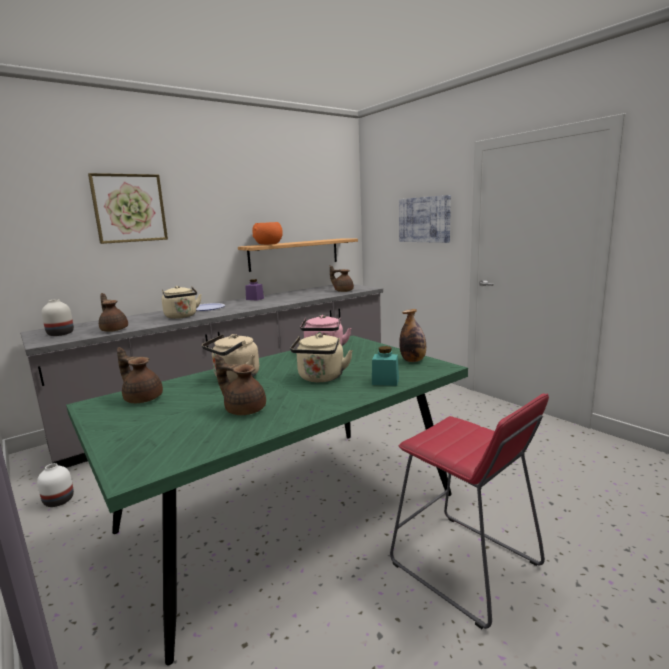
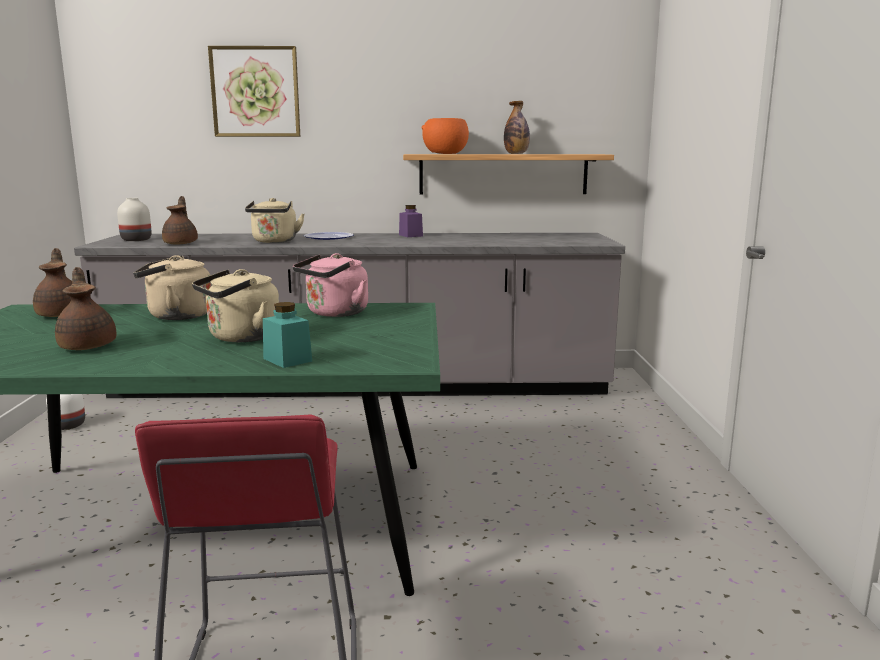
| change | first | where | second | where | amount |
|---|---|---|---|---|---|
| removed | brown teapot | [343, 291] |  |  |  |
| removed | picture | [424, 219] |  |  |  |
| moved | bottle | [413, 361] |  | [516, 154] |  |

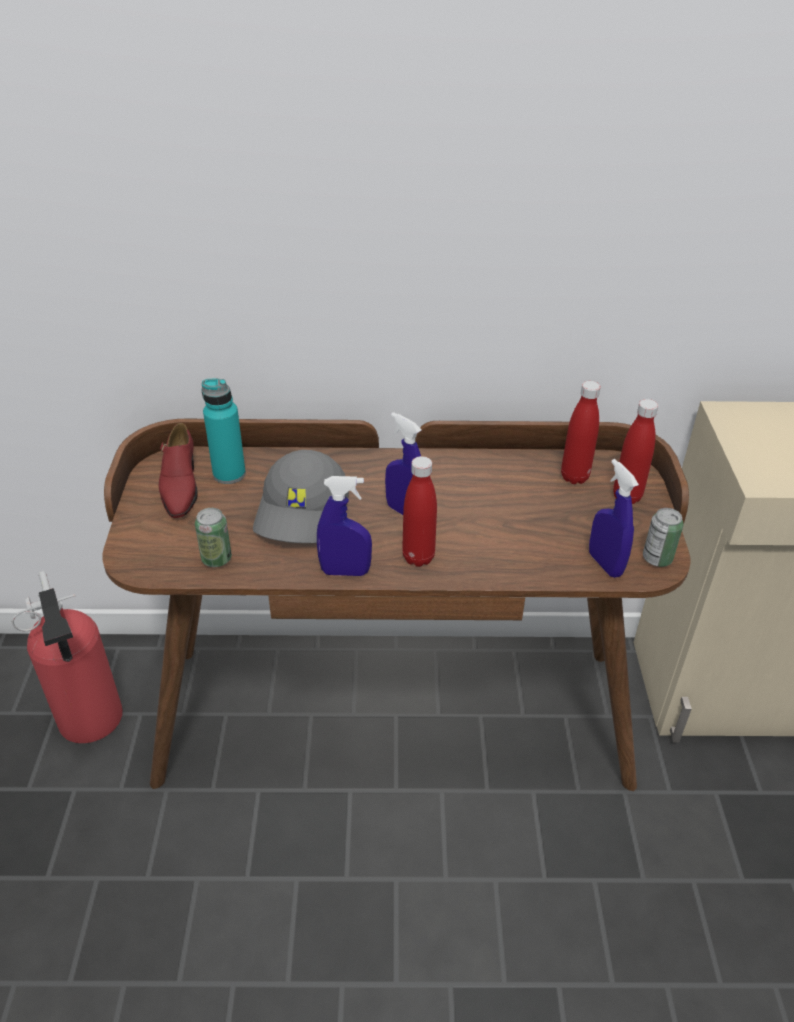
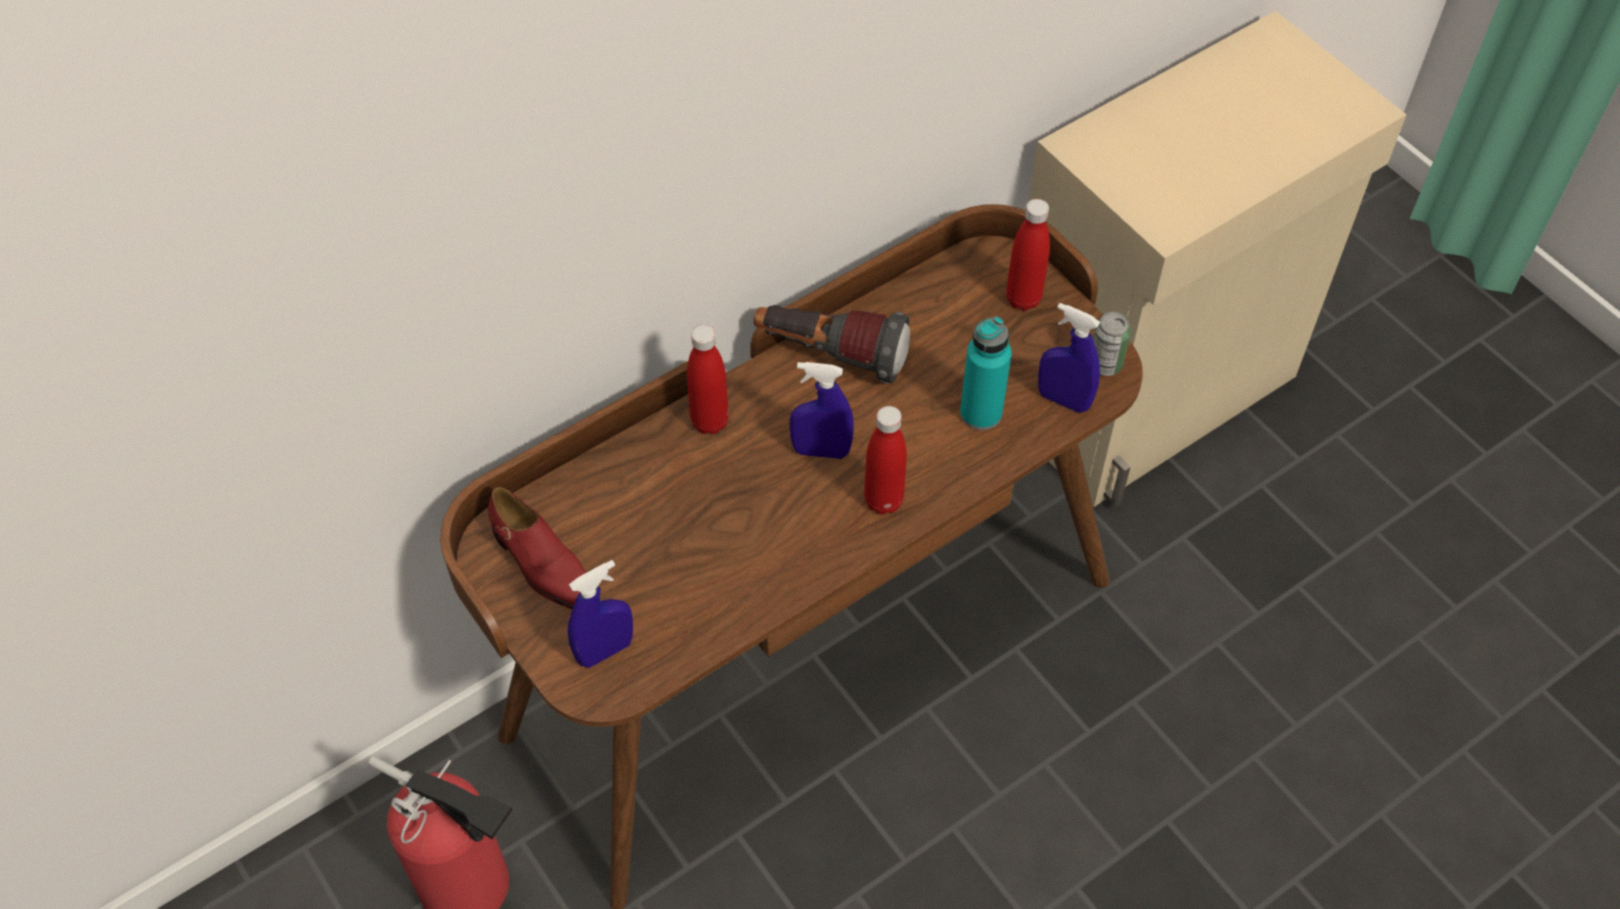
| change | first | where | second | where | amount |
|---|---|---|---|---|---|
| removed | can | [216, 559] |  |  |  |
| moved | turquoise bottle | [229, 474] |  | [981, 413] |  |
| removed | grey cap | [304, 513] |  |  |  |
| moved | blue spray bottle | [345, 571] |  | [605, 651] |  |
| moved | red bottle | [574, 477] |  | [710, 421] |  |
| added |  |  | flashlight | [830, 355] |  |

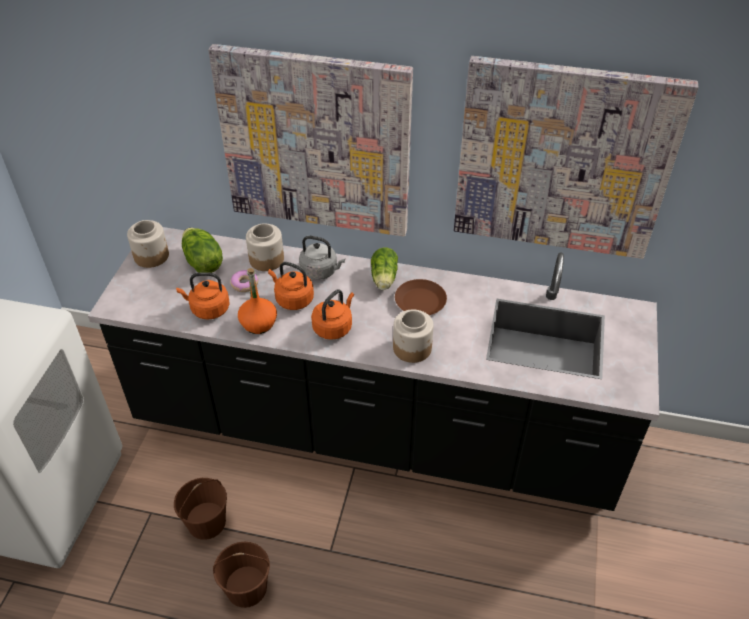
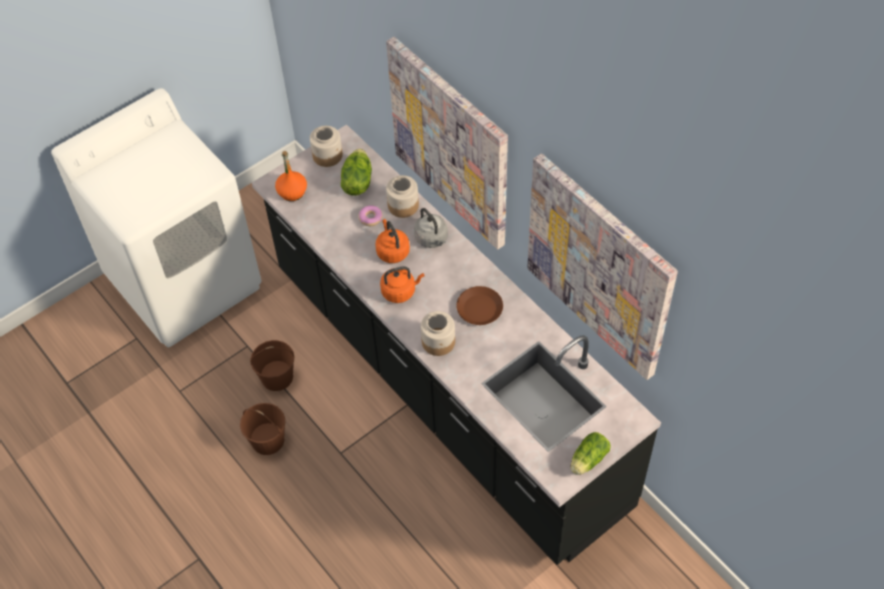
| change | first | where | second | where | amount |
|---|---|---|---|---|---|
| removed | orange kettle | [208, 309] |  |  |  |
| moved | orange bottle | [258, 323] |  | [292, 192] |  |
| moved | lettuce | [384, 279] |  | [587, 460] |  |

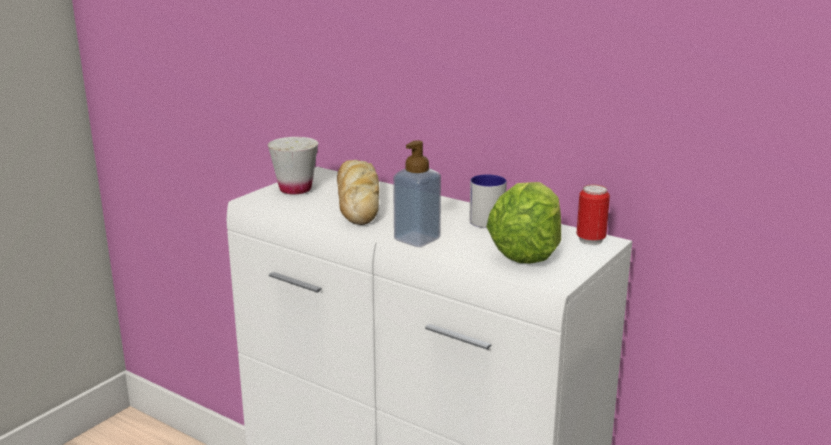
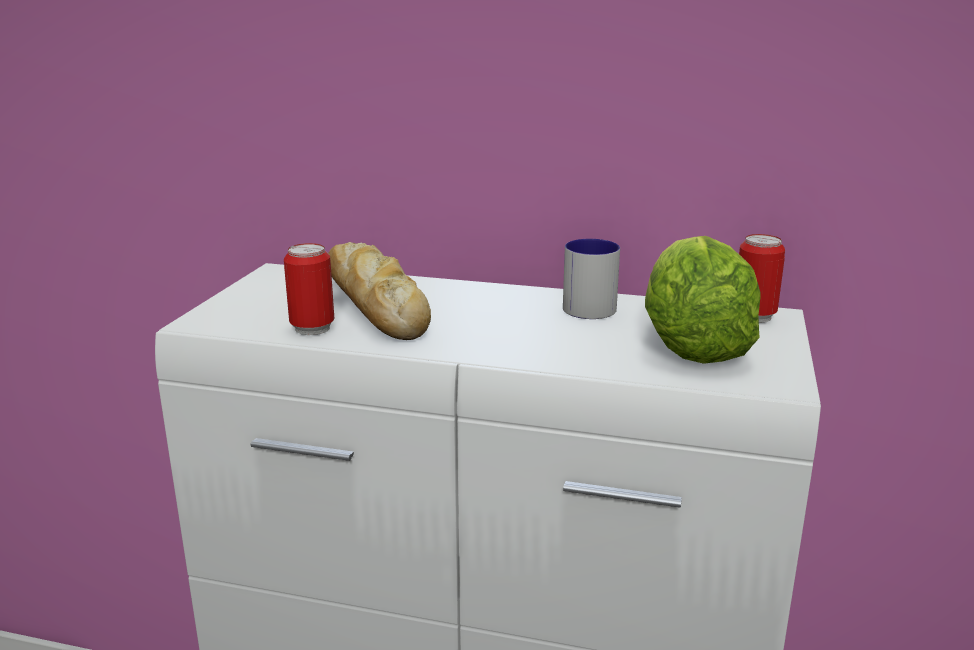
| change | first | where | second | where | amount |
|---|---|---|---|---|---|
| removed | white cup | [295, 189] |  |  |  |
| removed | soap dispenser | [417, 239] |  |  |  |
| added |  |  | can | [312, 328] |  |

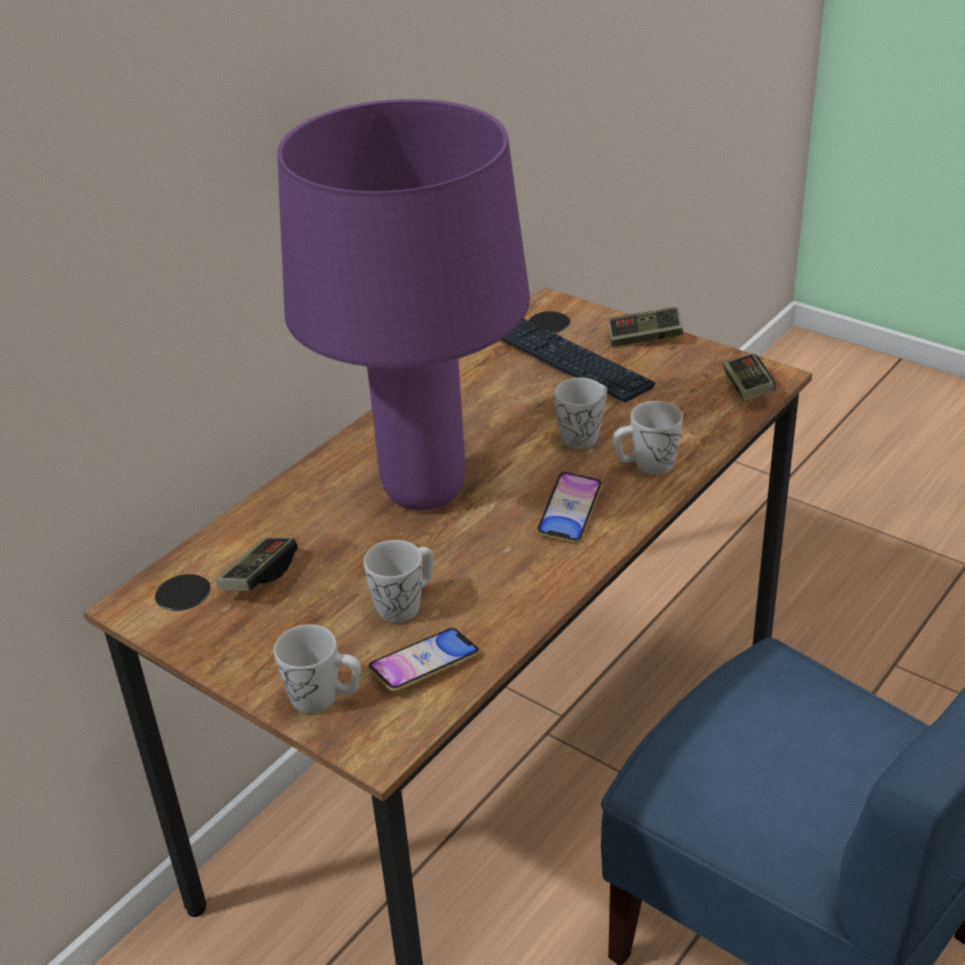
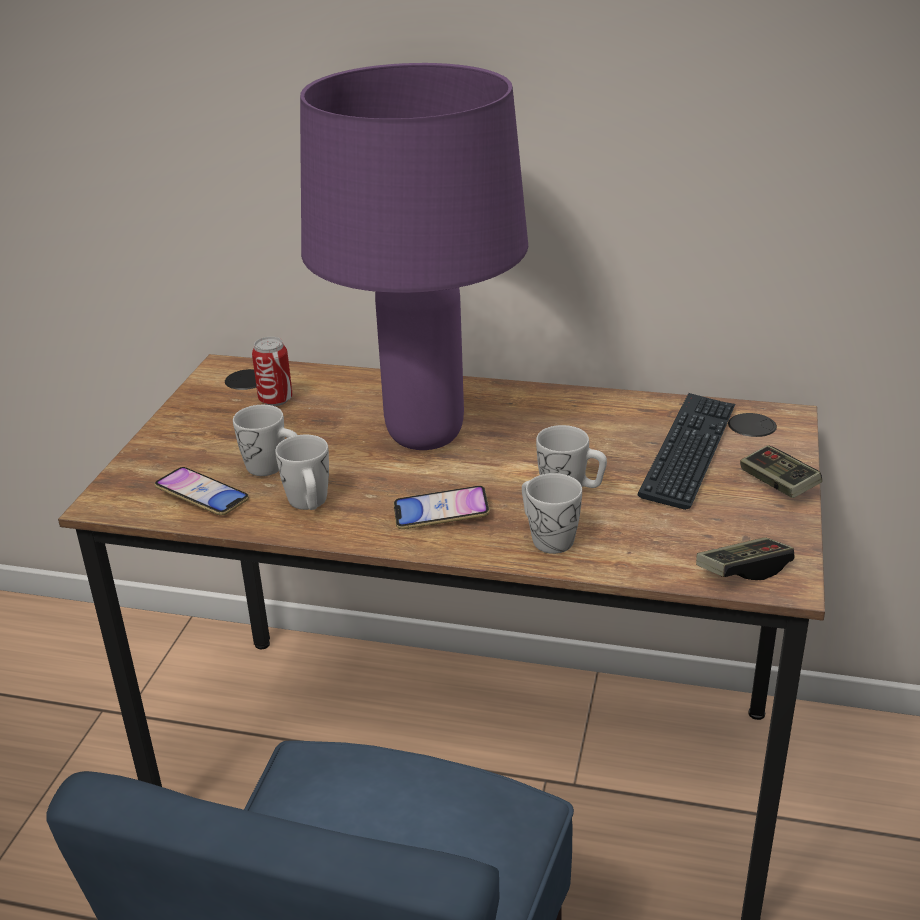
| change | first | where | second | where | amount |
|---|---|---|---|---|---|
| replaced | game controller | [259, 576] | can | [275, 400] |  |
| moved | white mug | [324, 698] |  | [309, 504] |  |

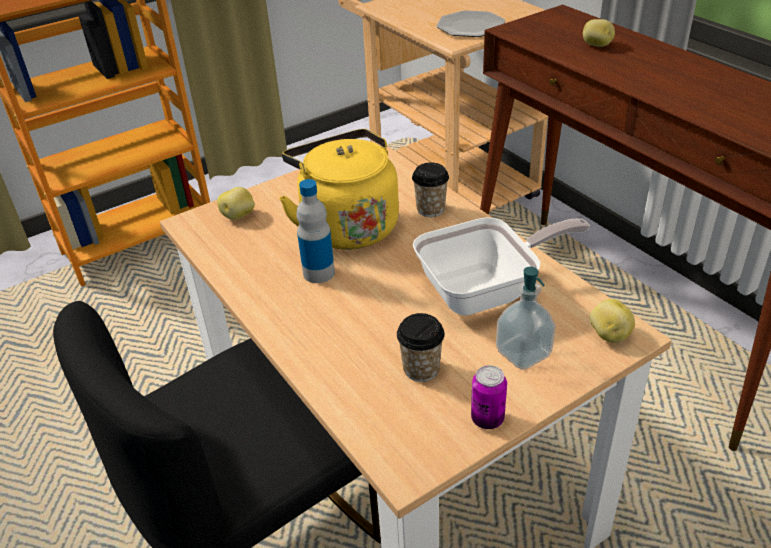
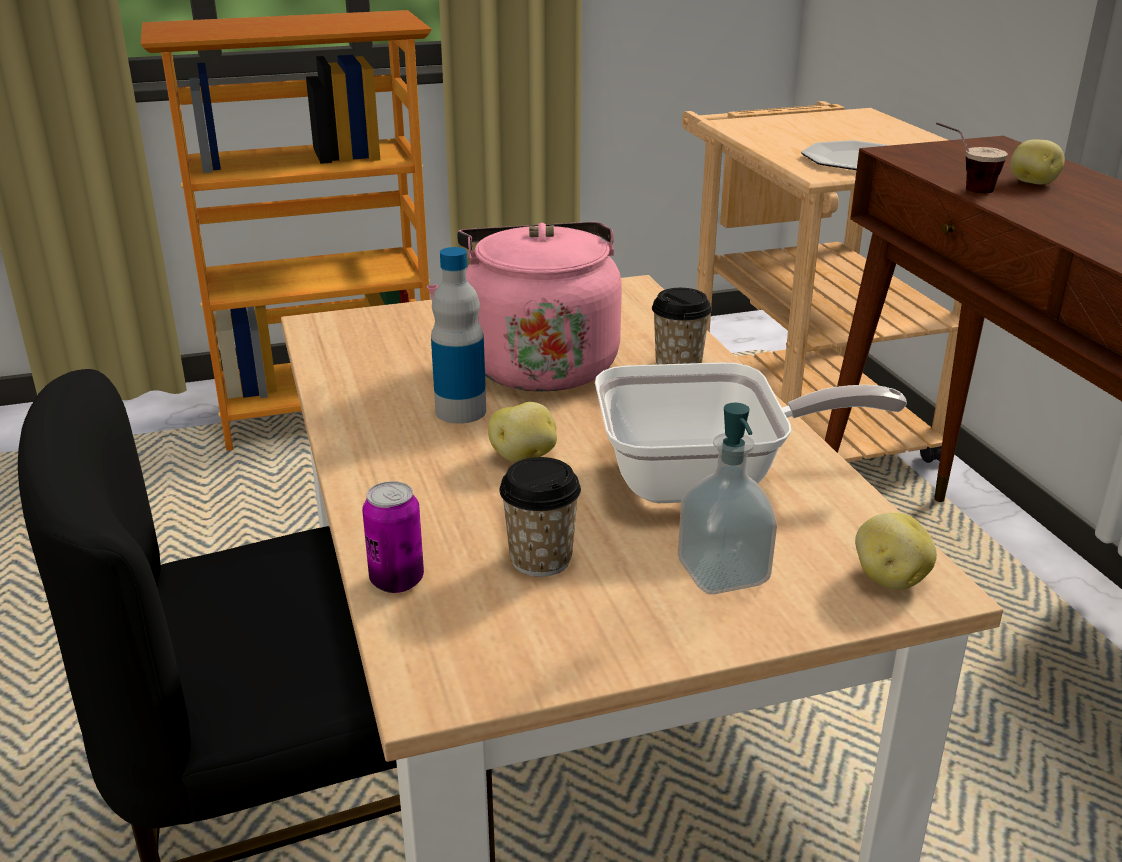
| change | first | where | second | where | amount |
|---|---|---|---|---|---|
| moved | potato | [239, 215] |  | [524, 457] |  |
| recoloured | yellow kettle | [346, 225] | pink kettle | [538, 364] |  |
| moved | can | [487, 419] |  | [397, 581] |  |
| added |  |  | cup | [962, 190] |  |

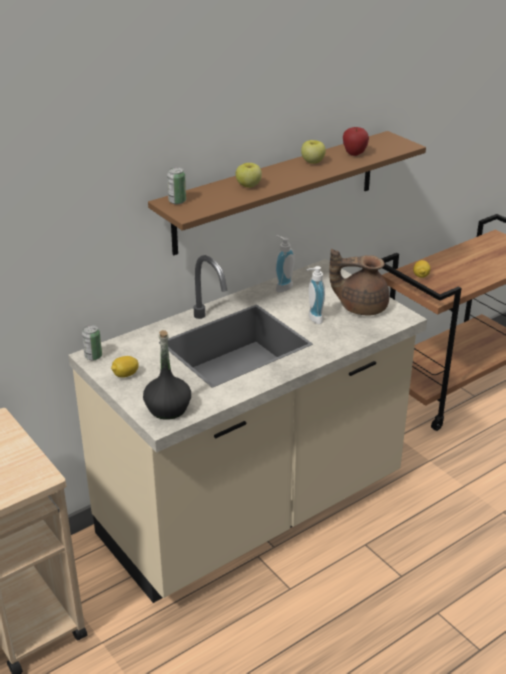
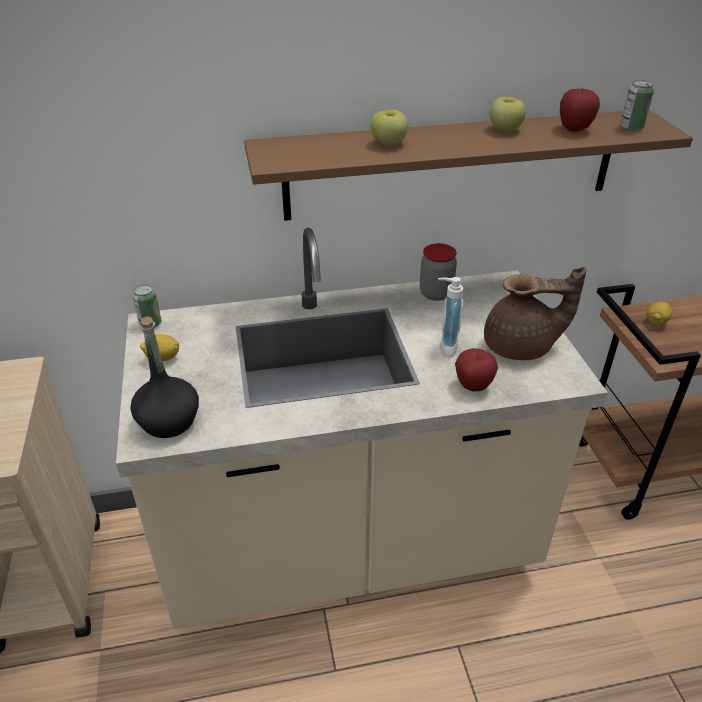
| change | first | where | second | where | amount |
|---|---|---|---|---|---|
| moved | can | [177, 201] |  | [631, 128] |  |
| replaced | soap dispenser | [282, 287] | jar | [436, 293] |  |
| turned | brown teapot | [360, 306] |  | [521, 347] | 150 degrees clockwise |
| added |  |  | apple | [473, 386] |  |

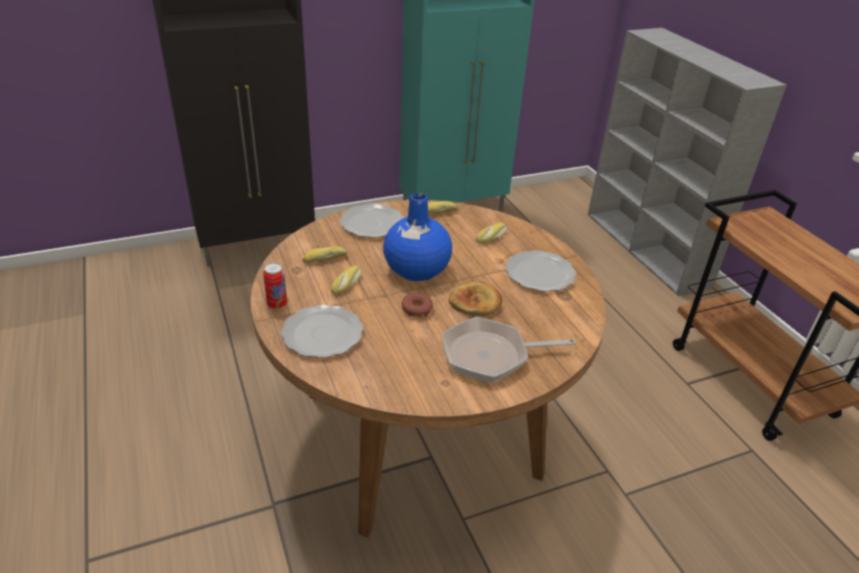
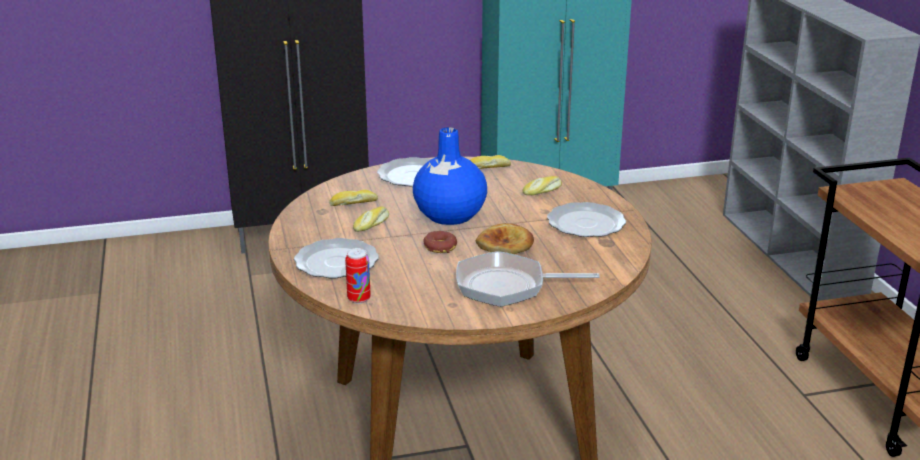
| change | first | where | second | where | amount |
|---|---|---|---|---|---|
| moved | can | [277, 304] |  | [359, 299] |  |

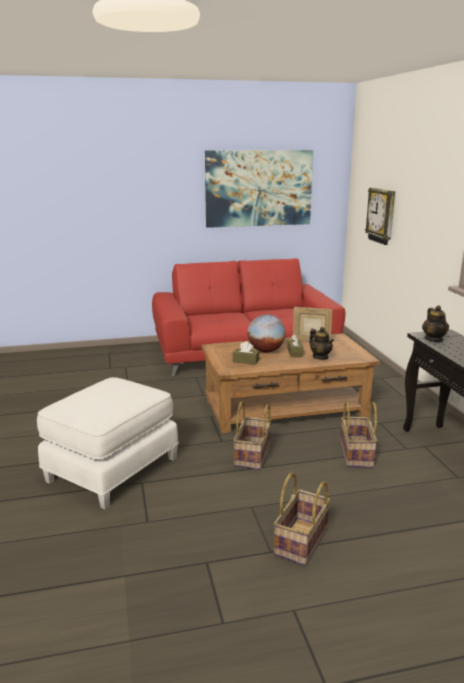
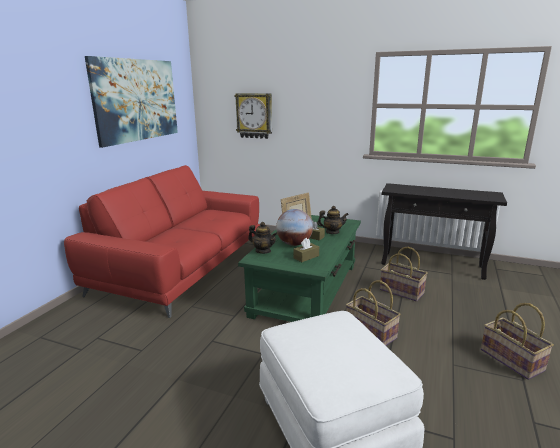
| change | first | where | second | where | amount |
|---|---|---|---|---|---|
| recoloured | brown coffee table | [285, 408] | green coffee table | [306, 289] |  |
| moved | teapot | [434, 339] |  | [263, 251] |  |

